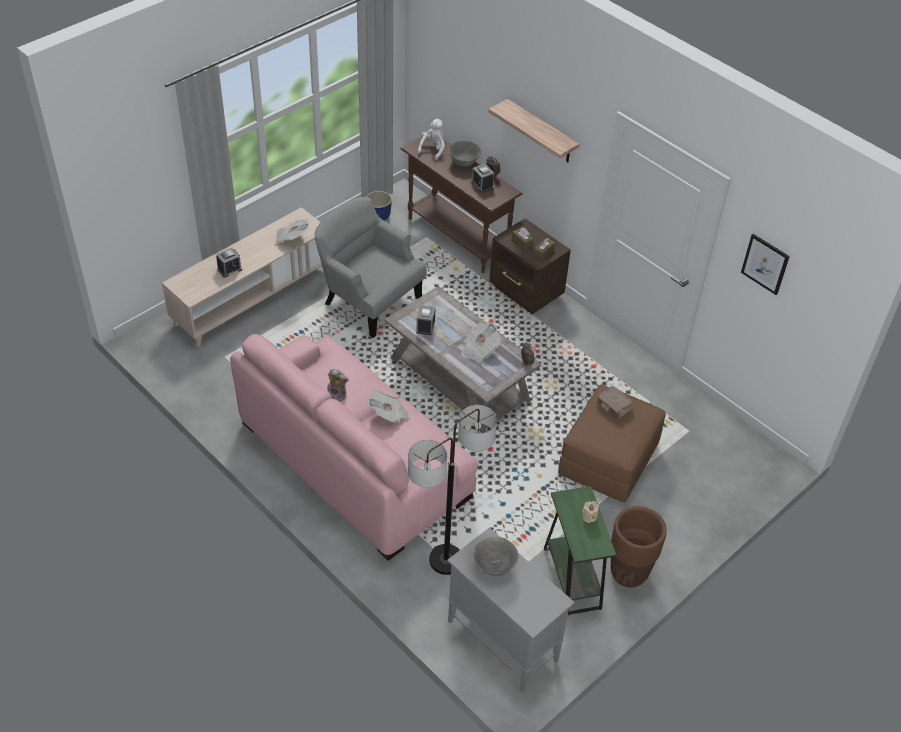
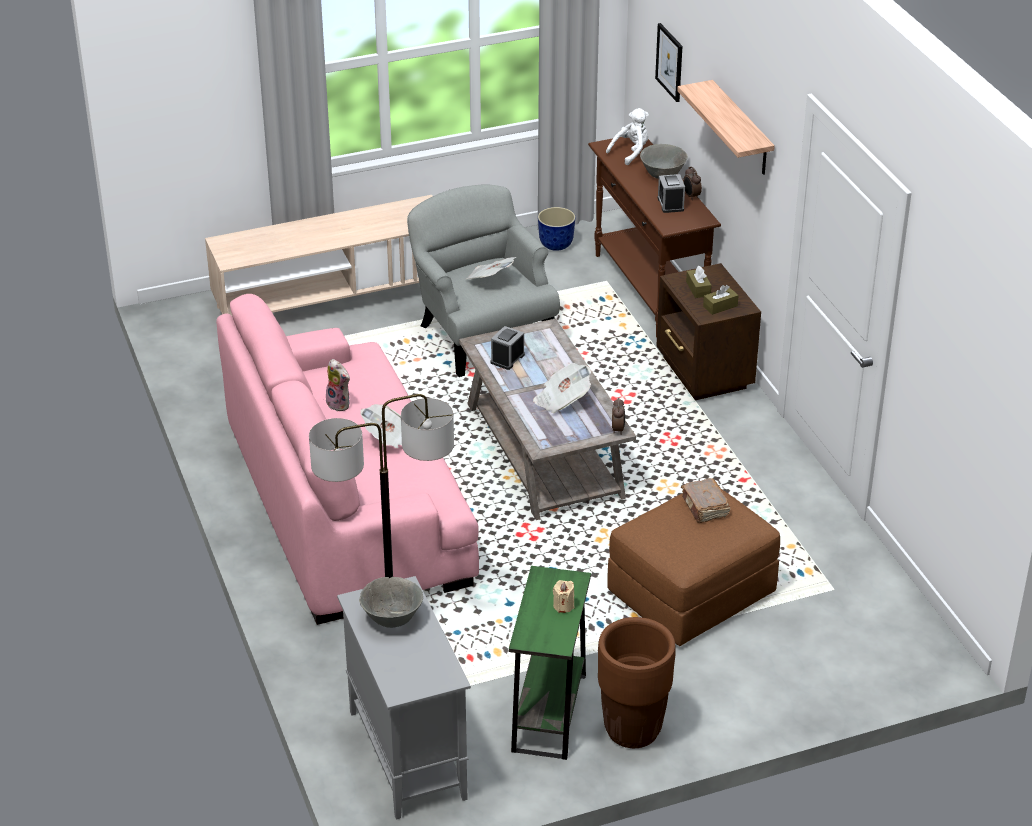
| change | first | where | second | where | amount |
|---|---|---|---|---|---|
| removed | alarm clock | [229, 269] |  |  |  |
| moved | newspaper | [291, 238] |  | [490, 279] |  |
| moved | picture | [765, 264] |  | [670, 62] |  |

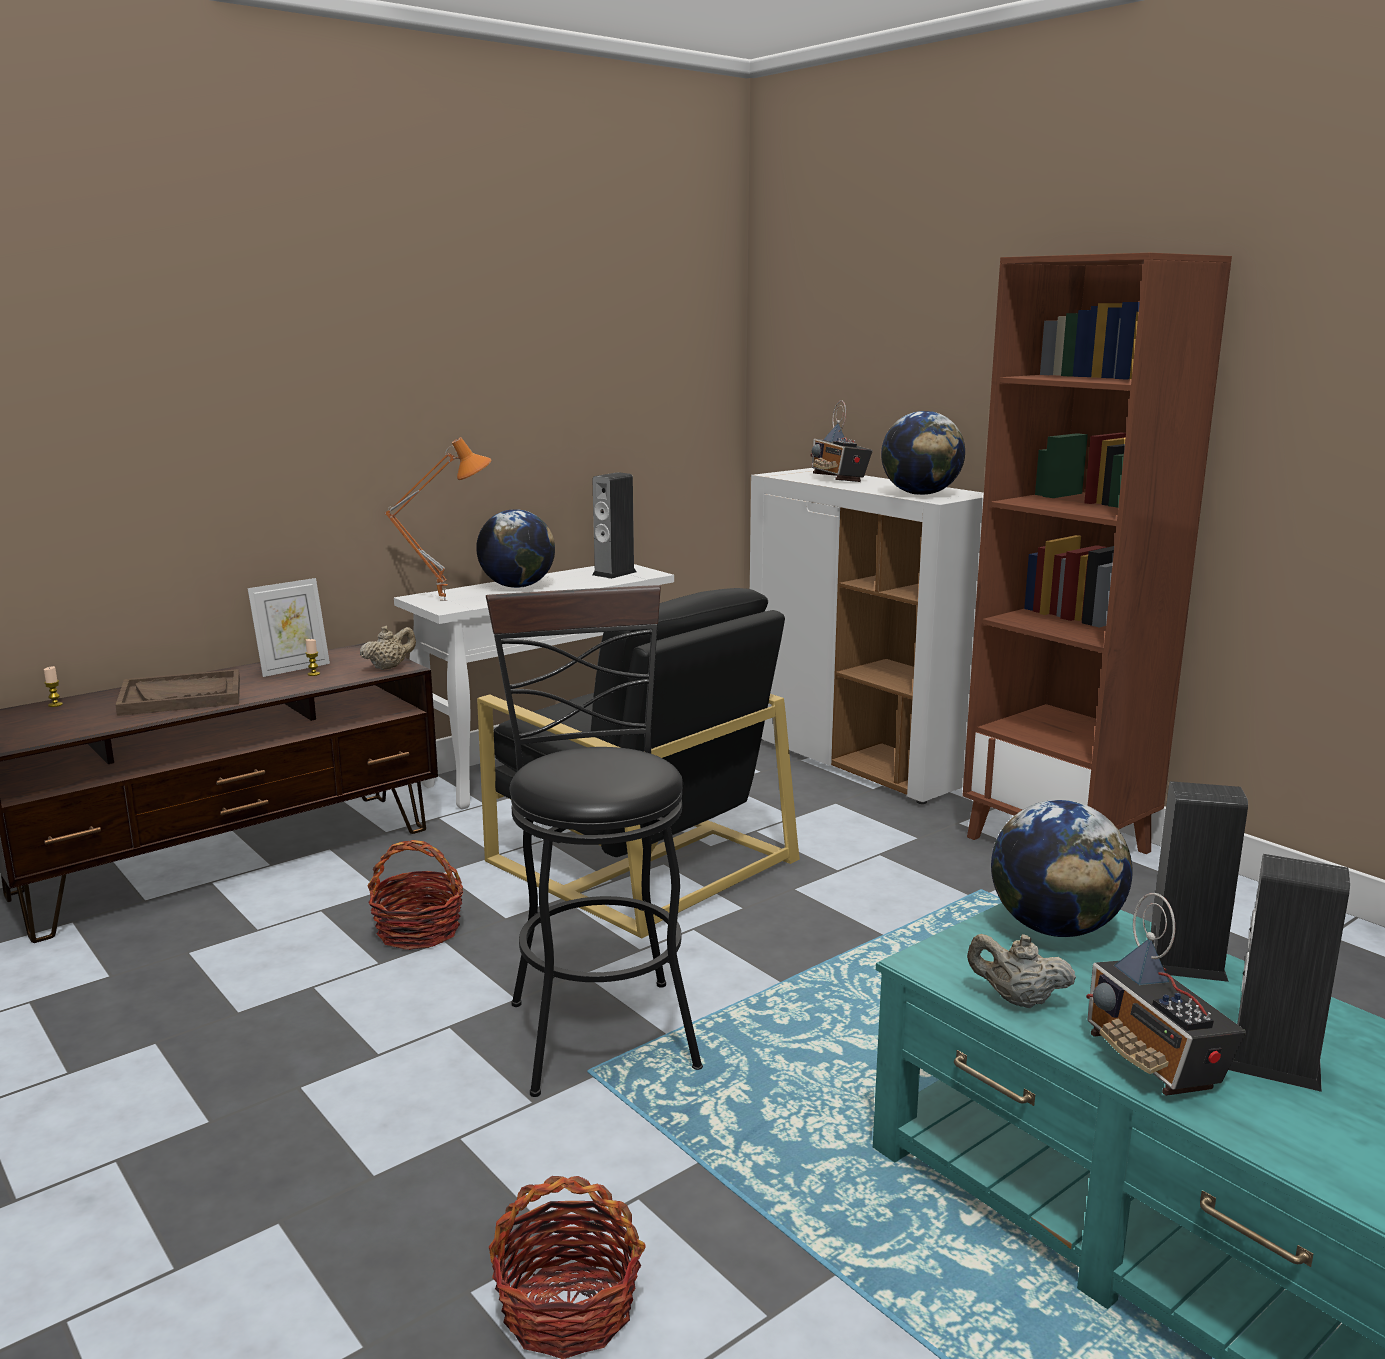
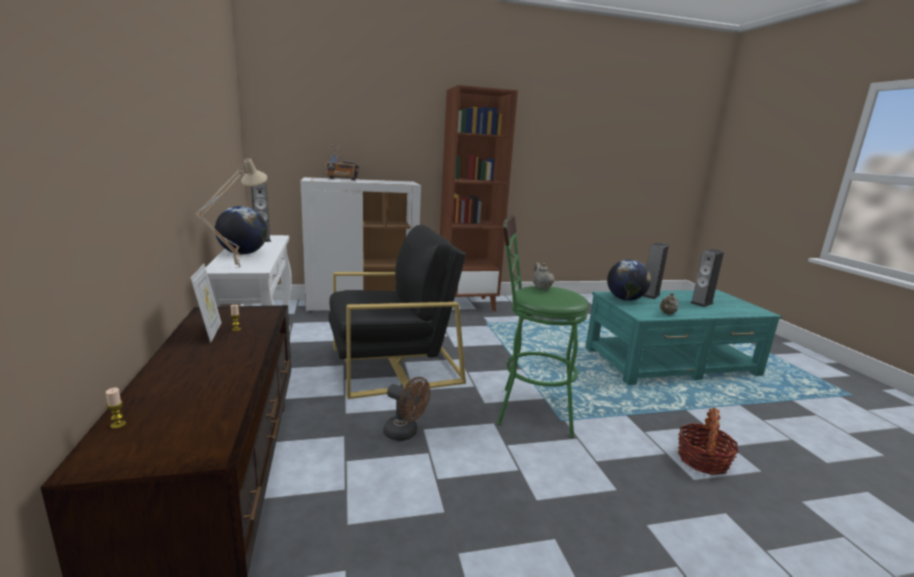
| change | first | where | second | where | amount |
|---|---|---|---|---|---|
| removed | brown tray | [181, 696] |  |  |  |
| moved | beige teapot | [389, 667] |  | [541, 288] |  |
| replaced | basket | [419, 931] | brown fan | [405, 433] |  |
| recoloured | orange table lamp | [444, 600] | beige table lamp | [237, 267] |  |
| recoloured | black stool | [598, 1024] | green stool | [527, 409] |  |
| removed | globe | [920, 494] |  |  |  |
| removed | radio | [1154, 1062] |  |  |  |

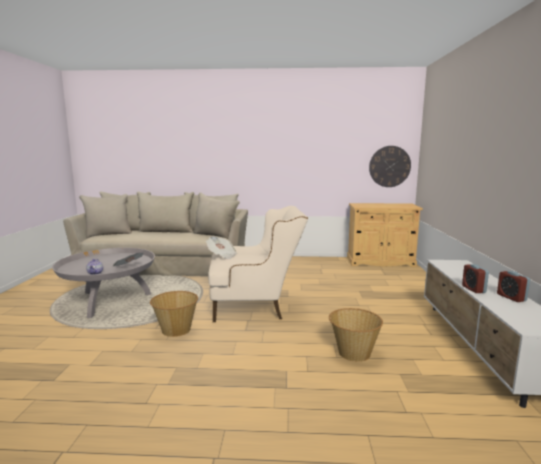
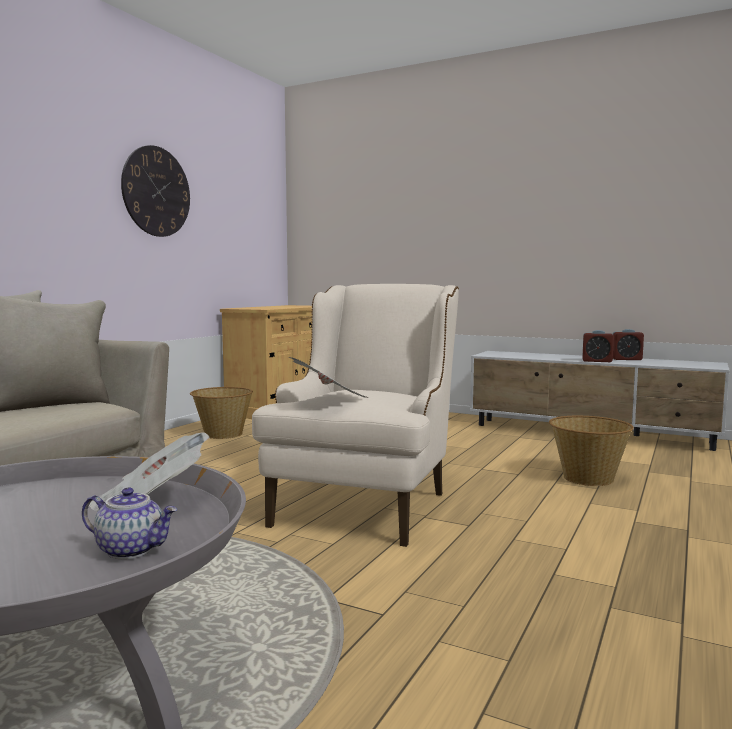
| change | first | where | second | where | amount |
|---|---|---|---|---|---|
| moved | basket | [176, 329] |  | [222, 434] |  |
| moved | wall clock | [389, 166] |  | [156, 191] |  |

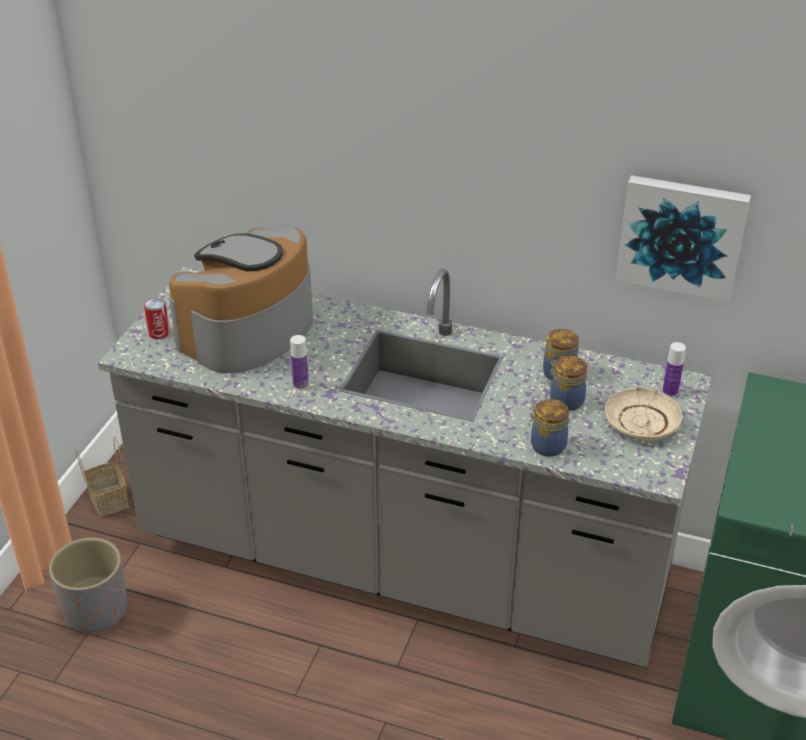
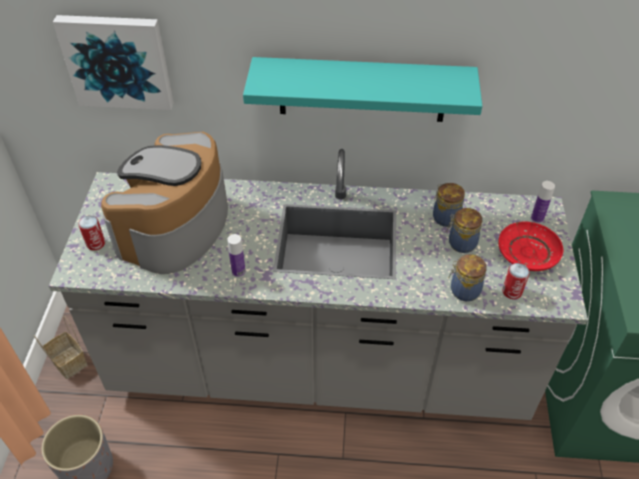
| change | first | where | second | where | amount |
|---|---|---|---|---|---|
| recoloured | beige plate | [641, 423] | red plate | [527, 253] |  |
| moved | picture | [681, 235] |  | [118, 61] |  |
| added |  |  | turquoise shelf | [362, 90] |  |
| added |  |  | can | [512, 291] |  |

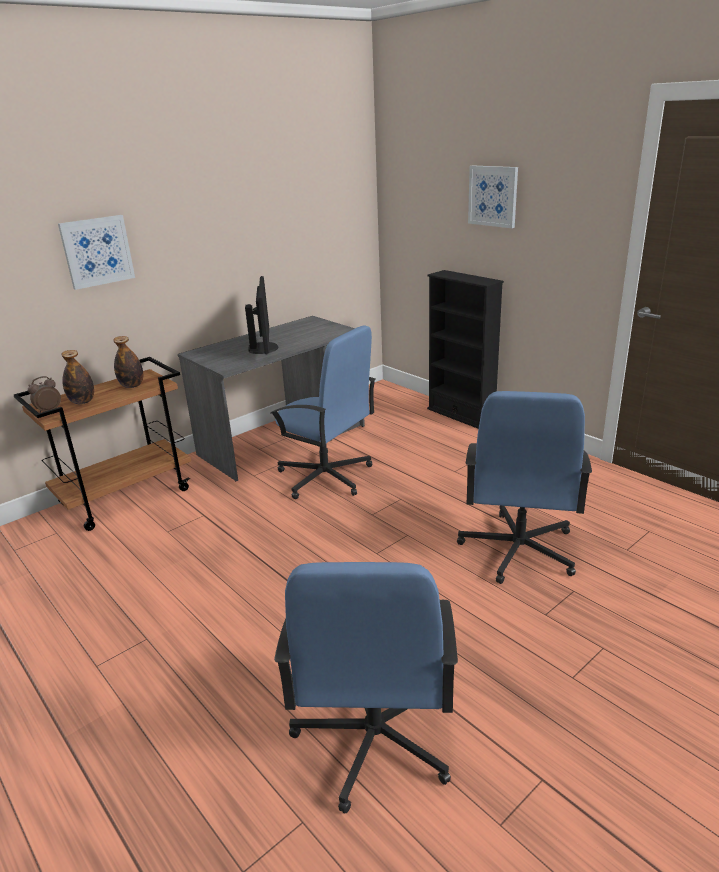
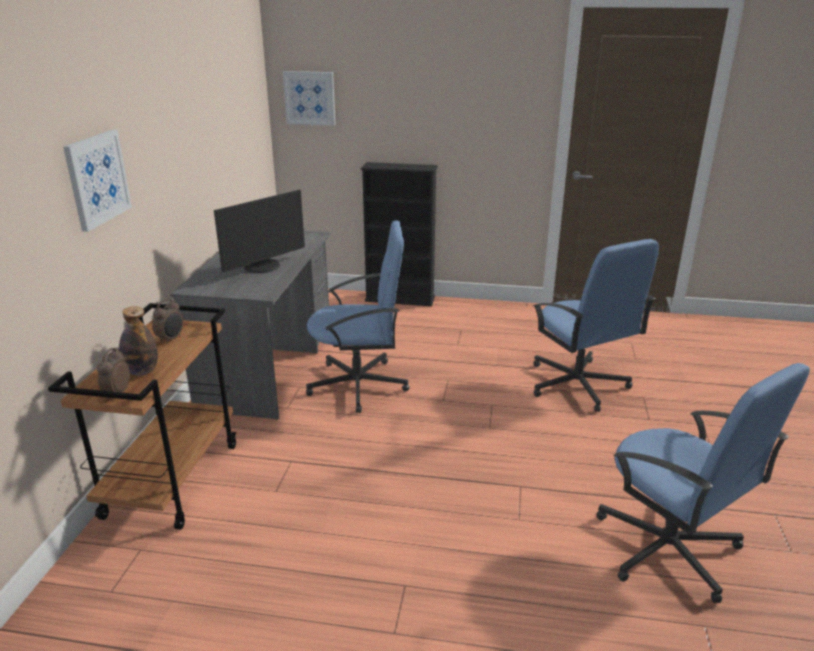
| change | first | where | second | where | amount |
|---|---|---|---|---|---|
| replaced | bottle | [132, 386] | alarm clock | [171, 339] |  |
| turned | monitor | [264, 348] |  | [263, 267] | 90 degrees clockwise |
| moved | picture | [493, 196] |  | [309, 98] |  |

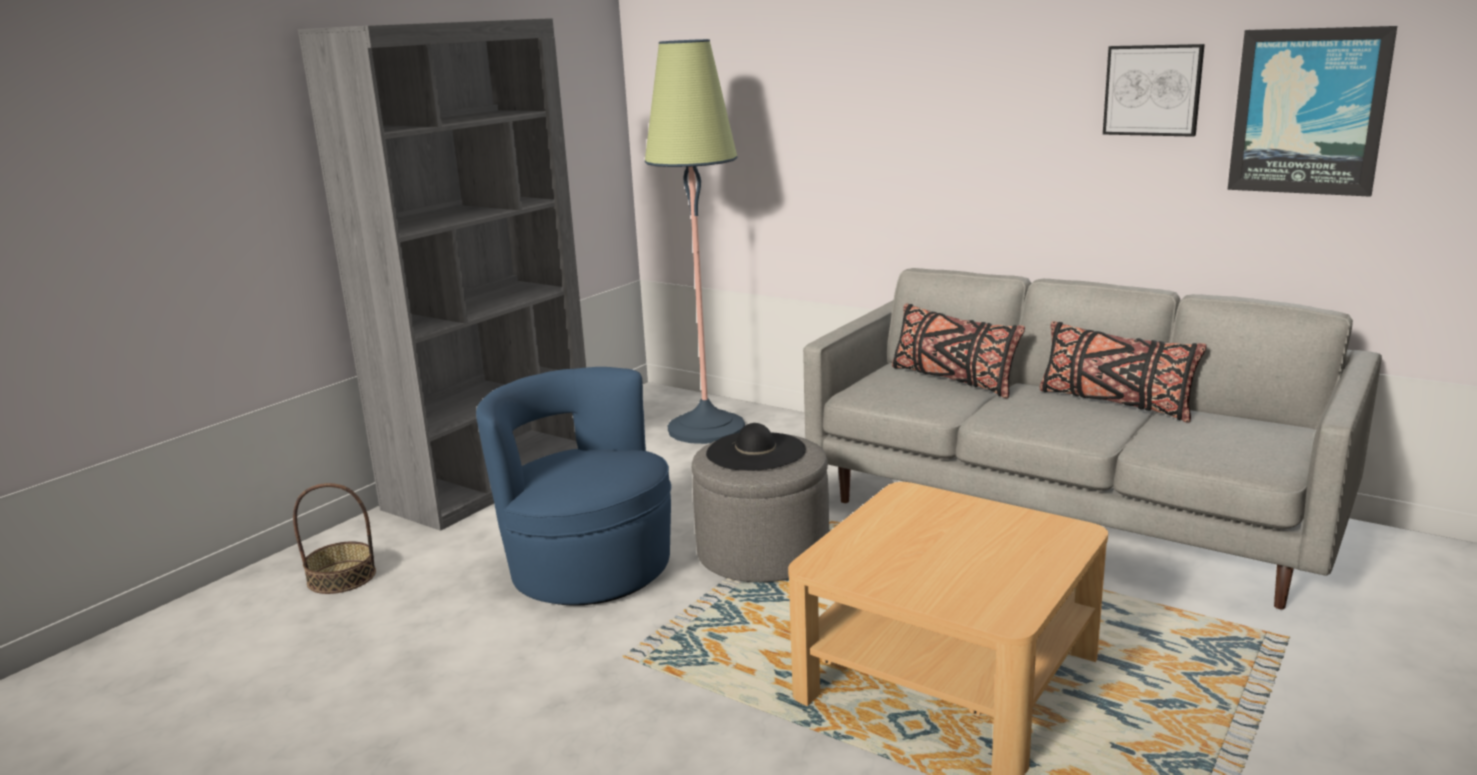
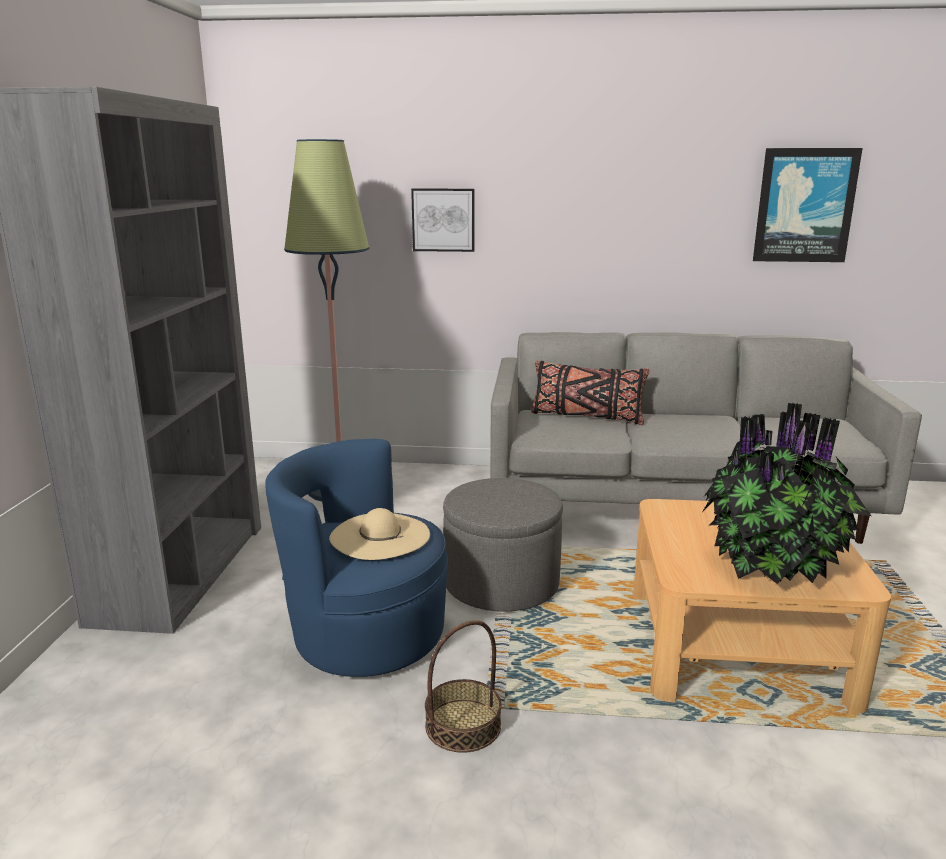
| change | first | where | second | where | amount |
|---|---|---|---|---|---|
| moved | basket | [342, 577] |  | [463, 725] |  |
| removed | black hat | [756, 451] |  |  |  |
| removed | black pillow | [1114, 403] |  |  |  |
| moved | picture | [1152, 90] |  | [443, 220] |  |
| added |  |  | beige hat | [380, 536] |  |
| added |  |  | potted plant | [774, 566] |  |

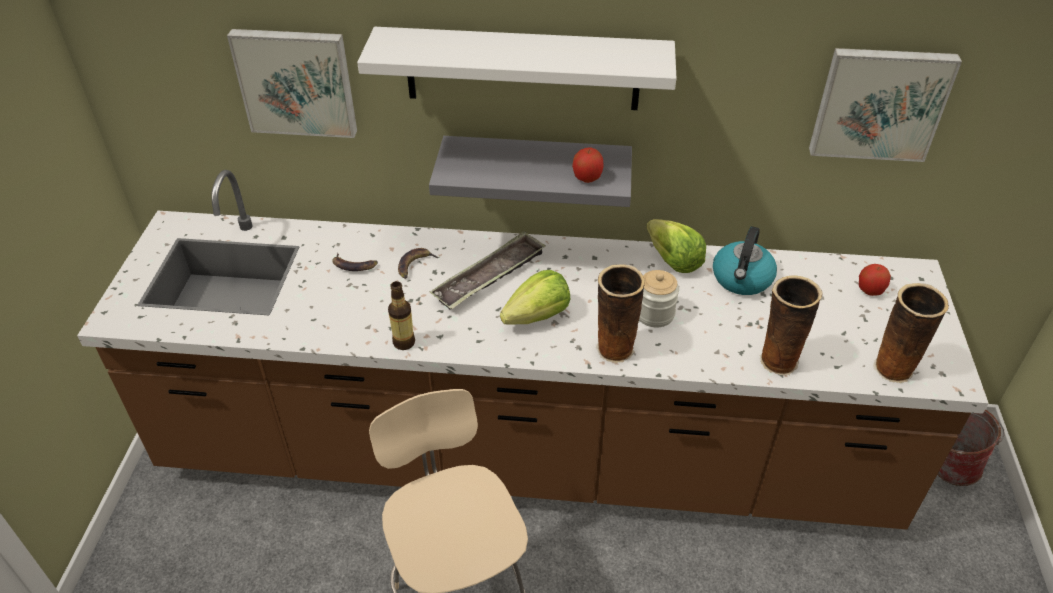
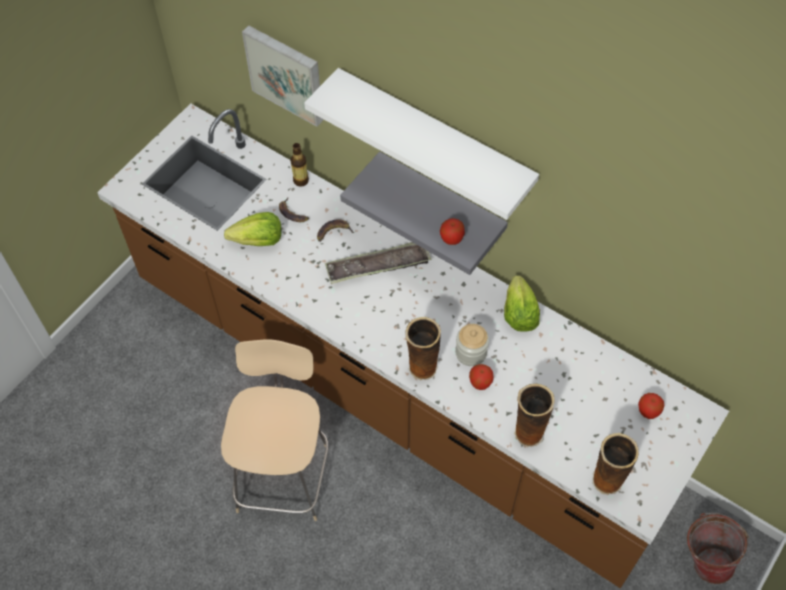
| change | first | where | second | where | amount |
|---|---|---|---|---|---|
| moved | bottle | [404, 342] |  | [301, 180] |  |
| moved | lettuce | [537, 316] |  | [258, 241] |  |
| removed | kettle | [742, 279] |  |  |  |
| removed | picture | [879, 103] |  |  |  |
| added |  |  | apple | [480, 382] |  |

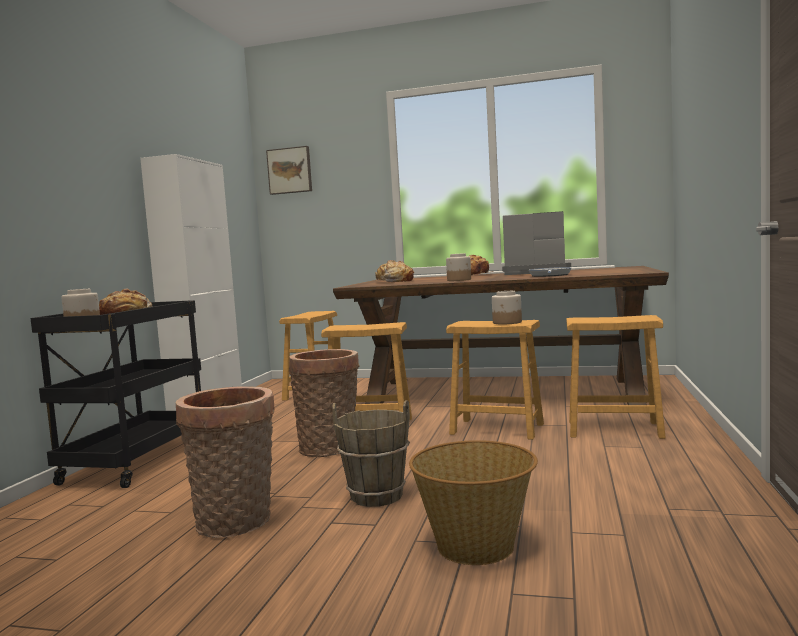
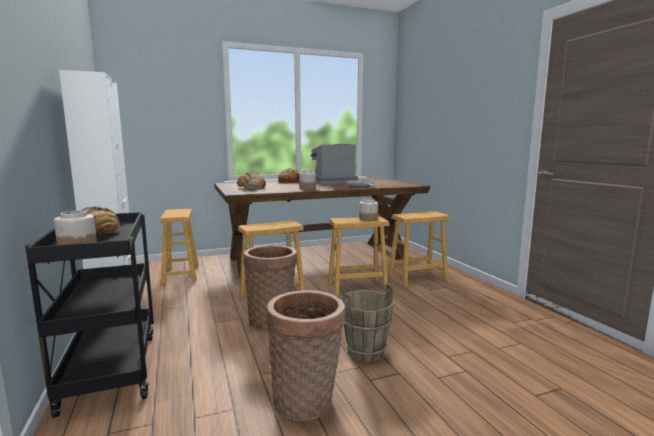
| change | first | where | second | where | amount |
|---|---|---|---|---|---|
| removed | picture | [290, 170] |  |  |  |
| removed | basket | [476, 546] |  |  |  |

